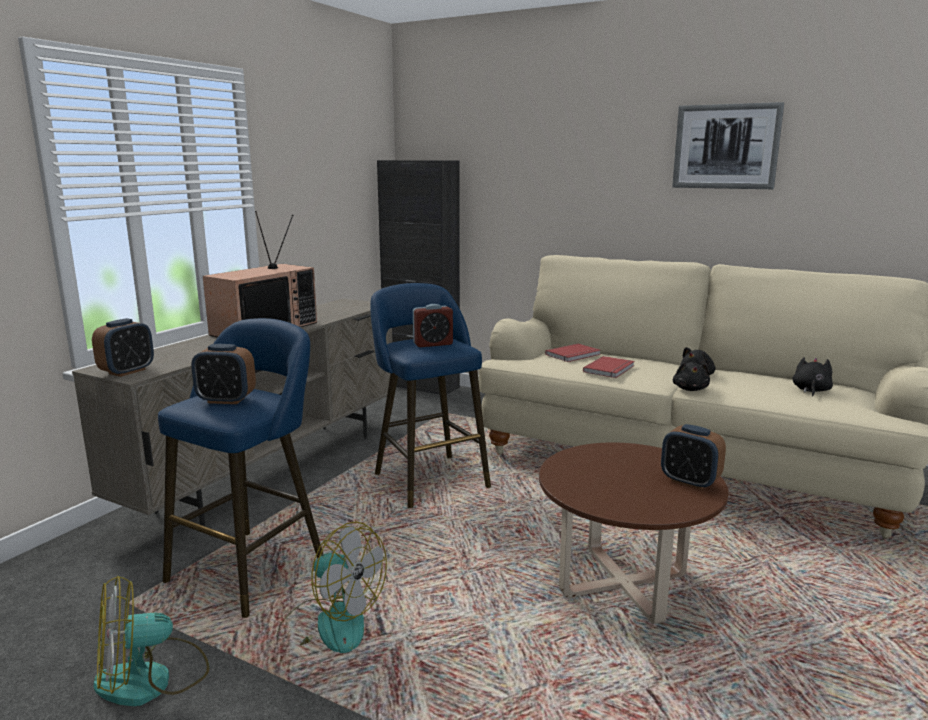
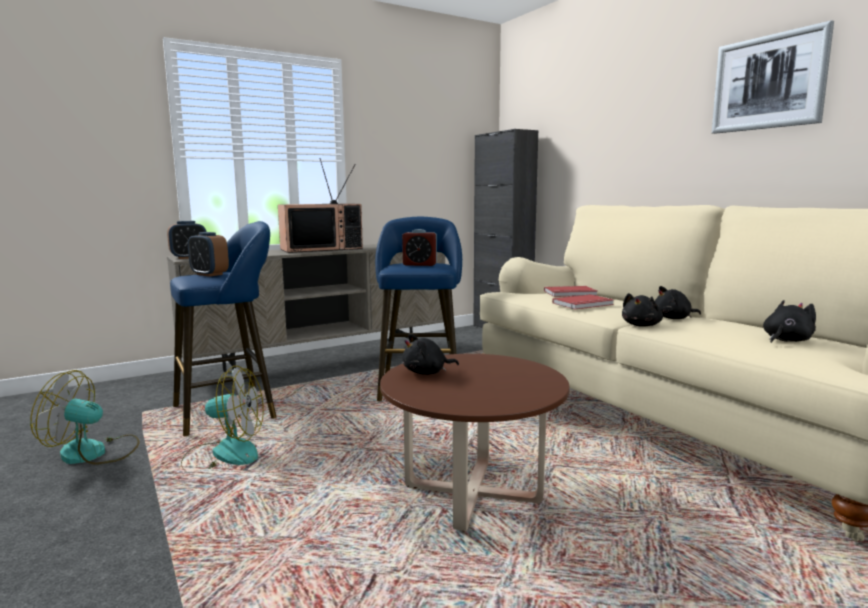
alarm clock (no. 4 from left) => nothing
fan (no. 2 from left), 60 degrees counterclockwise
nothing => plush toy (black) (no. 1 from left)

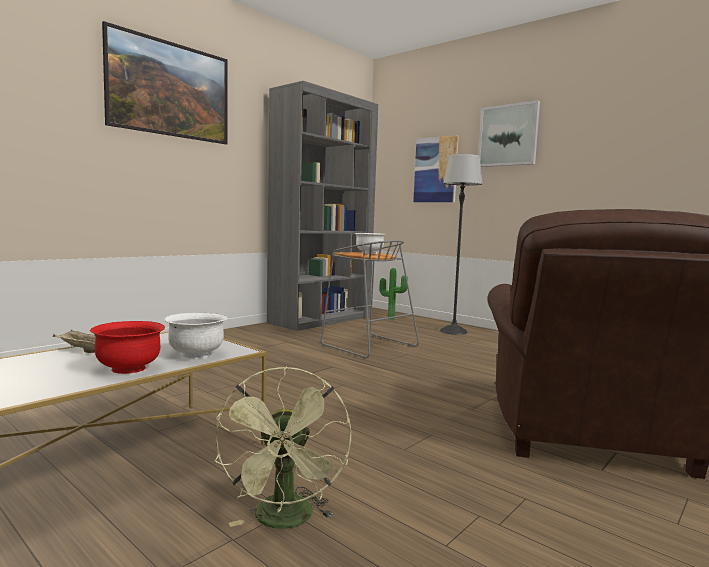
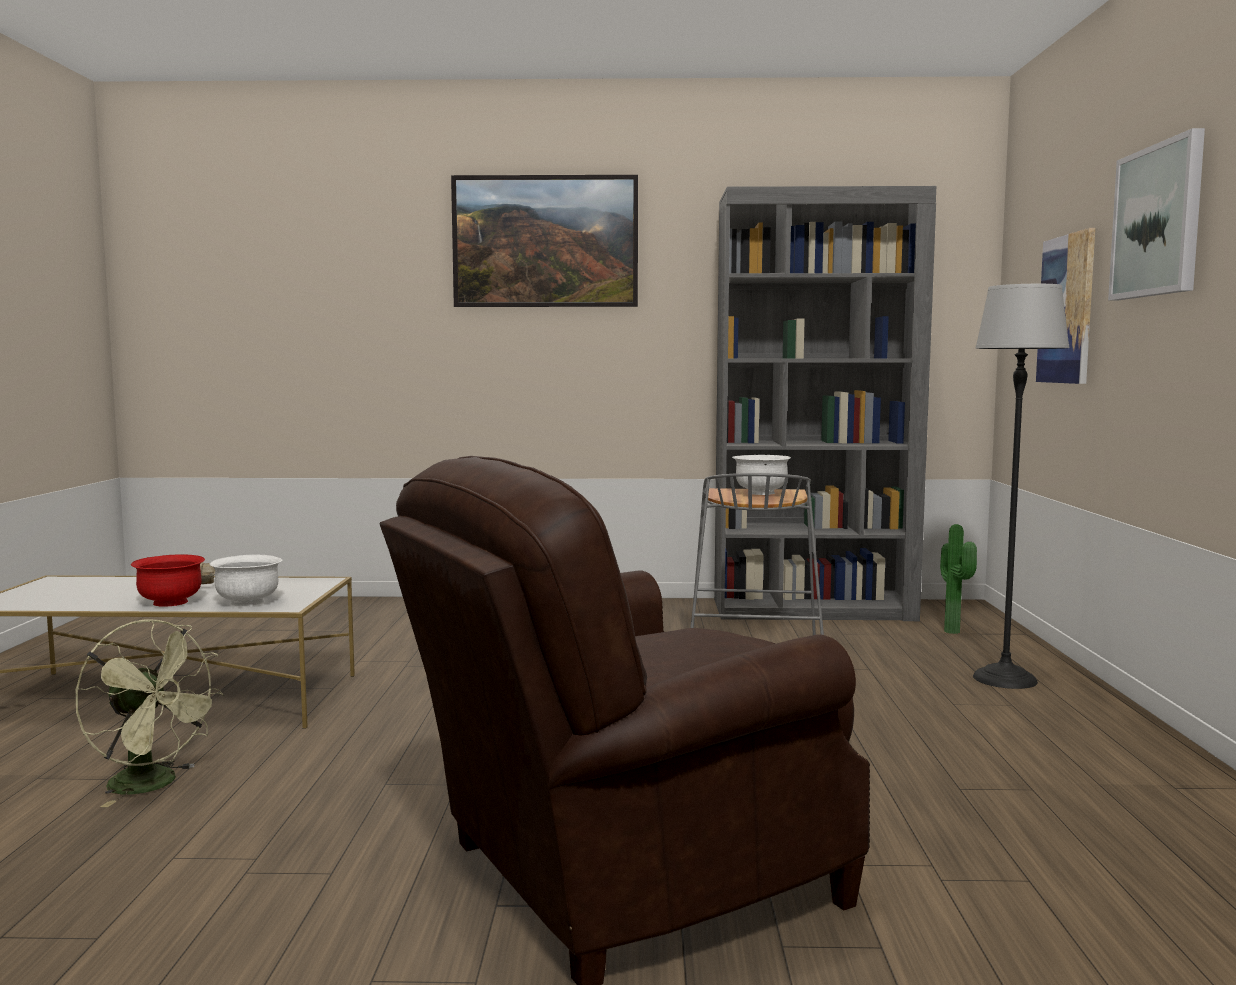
fan (green), 105 degrees counterclockwise

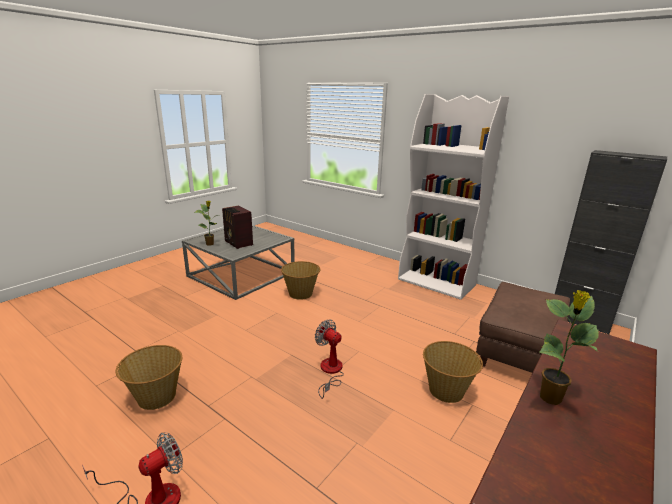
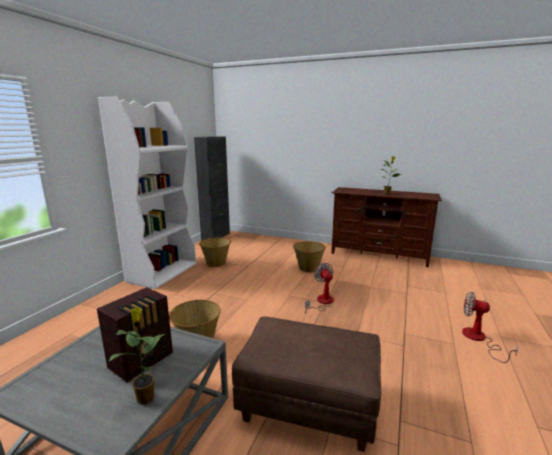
ottoman (brown), relocated
fan (no. 2 from left in the first image) => fan (no. 1 from left), 135 degrees clockwise
basket (no. 1 from left in the first image) => basket (no. 2 from left), relocated

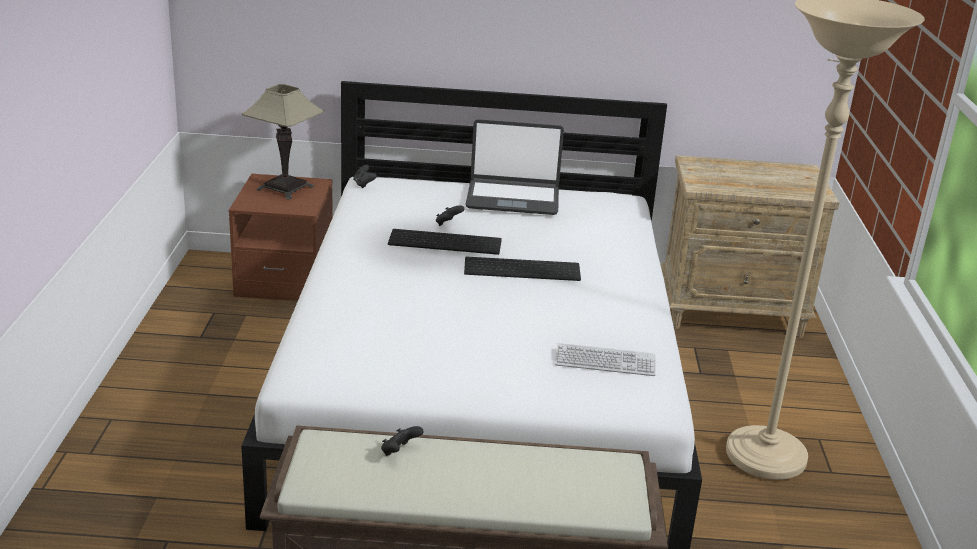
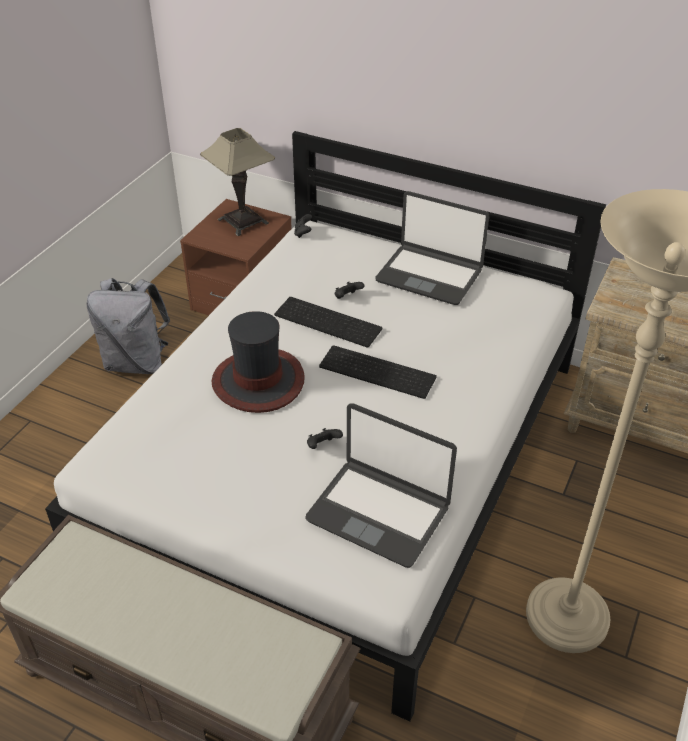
keyboard (no. 3 from left) => laptop (no. 1 from left)
game controller (black) (no. 2 from left), relocated
nothing => backpack (grey)
nothing => hat

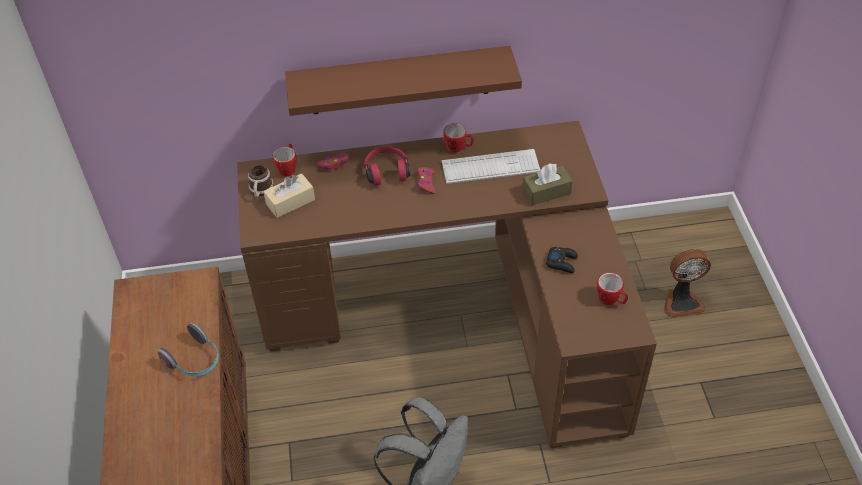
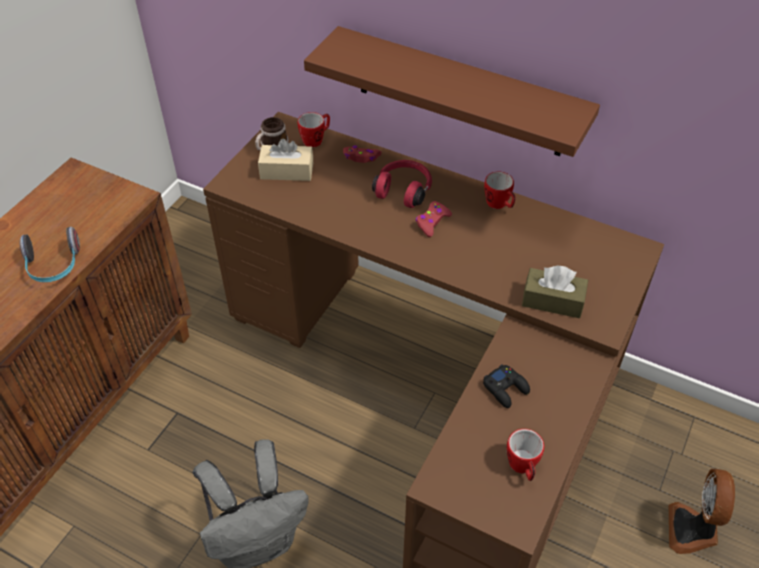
keyboard => nothing
fan, 75 degrees clockwise

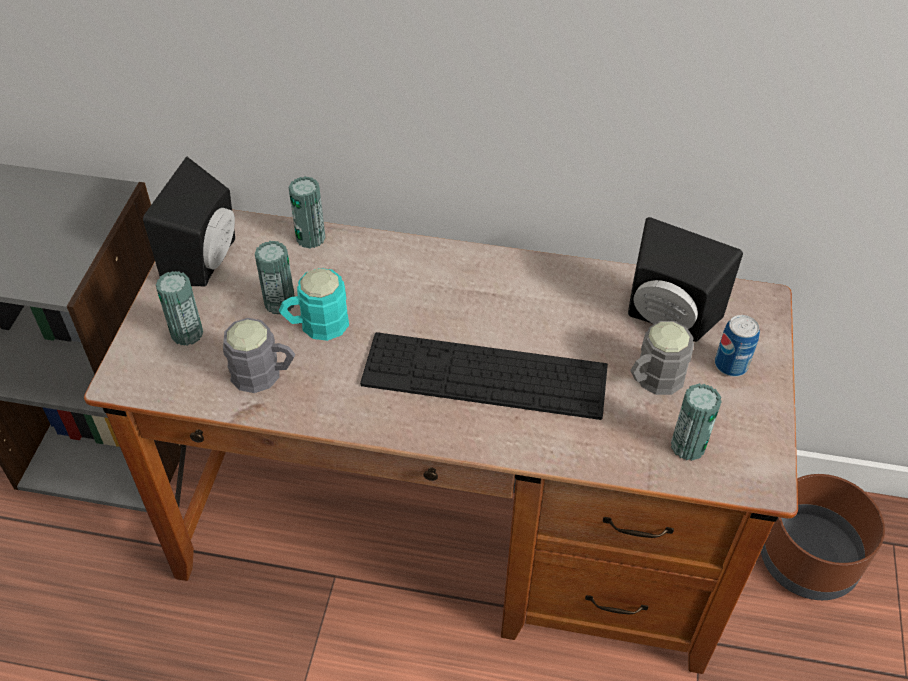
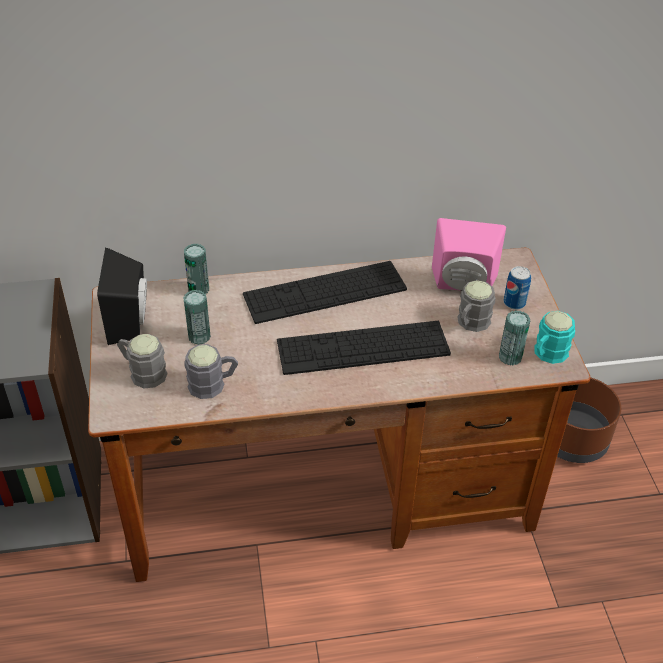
speaker (black) (no. 2 from left) => speaker (pink)
mug (turquoise), relocated
can (no. 1 from left) => mug (grey) (no. 1 from left)
nothing => keyboard (no. 1 from left)

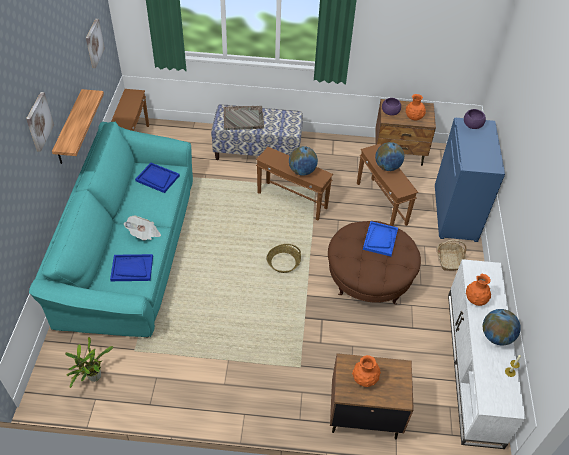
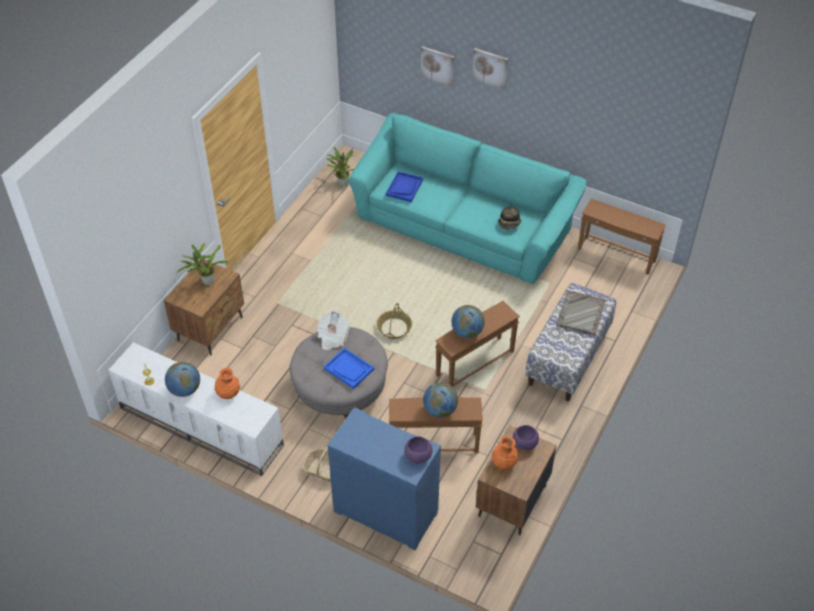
picture (no. 2 from left in the first image) => picture (no. 1 from left), relocated
shelf => nothing
tray (blue) (no. 2 from left) => hat
newspaper, relocated
ottoman (brown) => ottoman (grey)
vase (orange) (no. 1 from left) => potted plant (no. 1 from left)

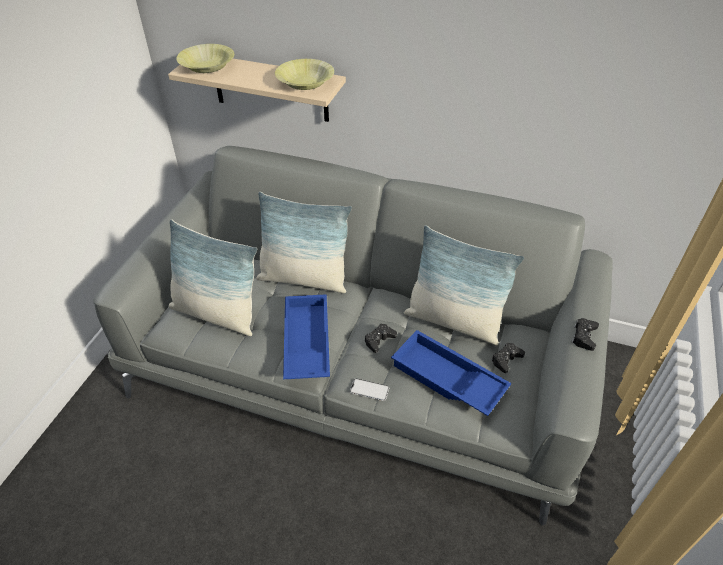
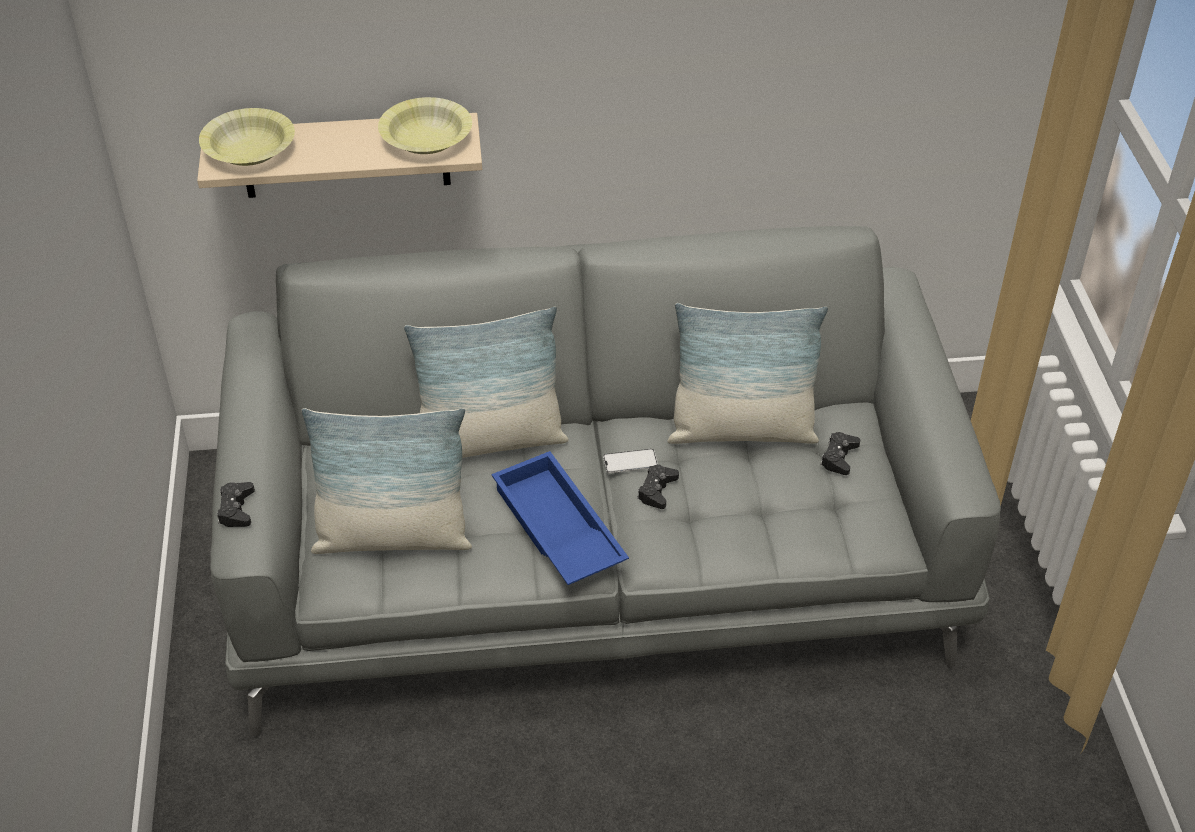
game controller (black) (no. 3 from left in the first image) => game controller (black) (no. 1 from left), relocated
tray (blue) (no. 2 from left) => nothing
phone, relocated

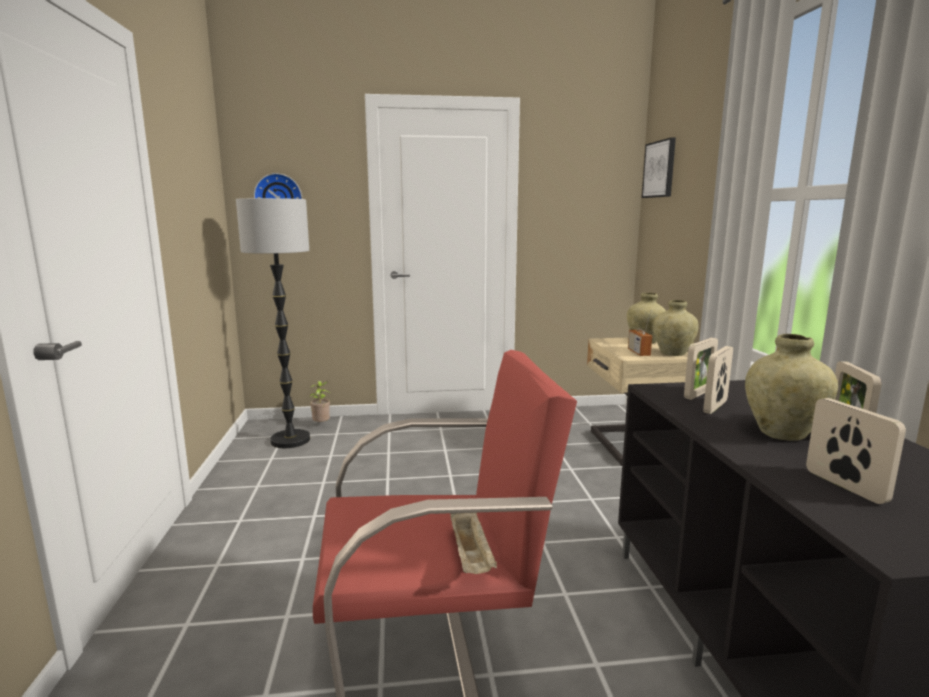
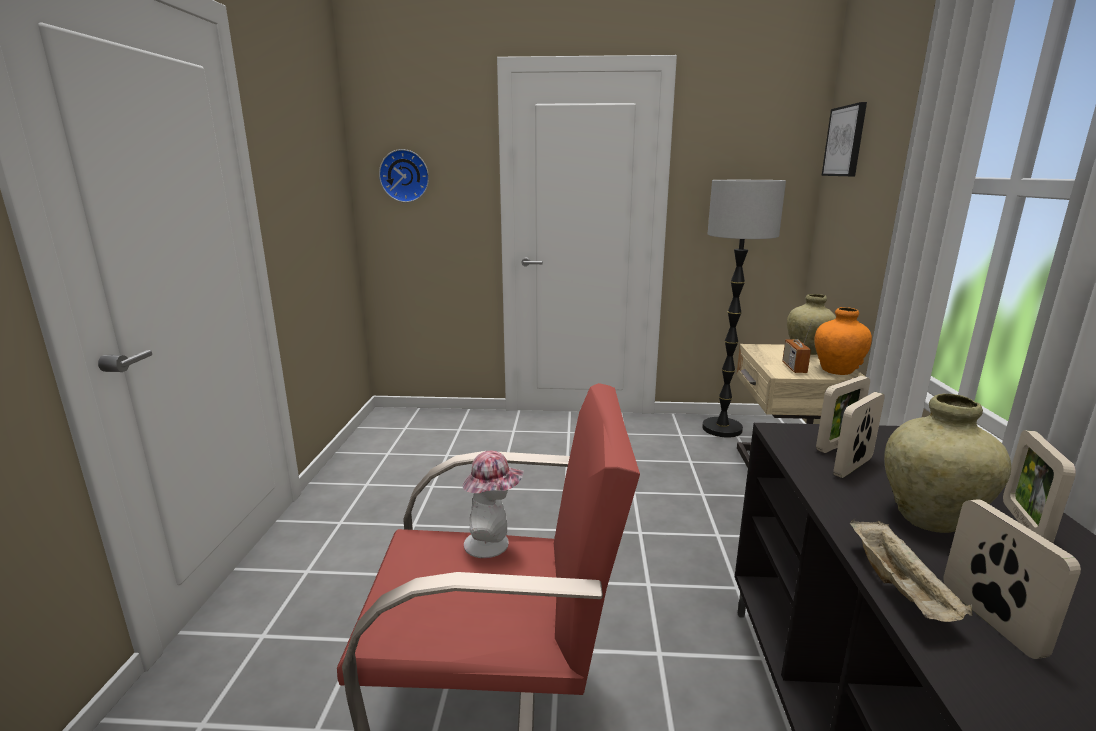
floor lamp, relocated
vase (beige) (no. 2 from left) => vase (orange)
potted plant => nothing
tray (beige), relocated
nothing => hat

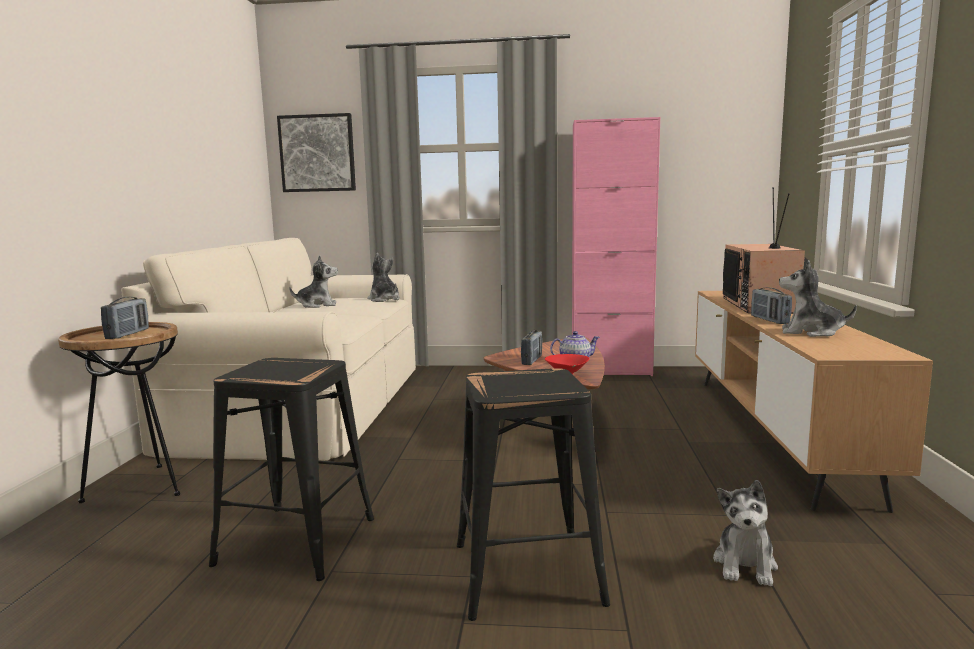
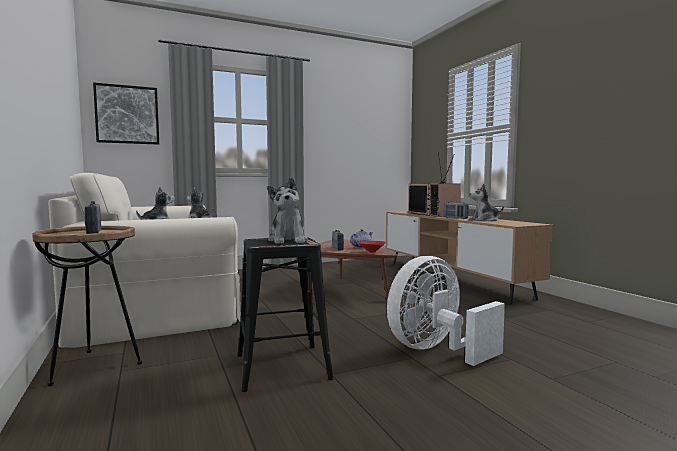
cabinet (pink) => nothing
stool (black) (no. 2 from left) => fan (white)
plush toy (no. 3 from left), relocated

